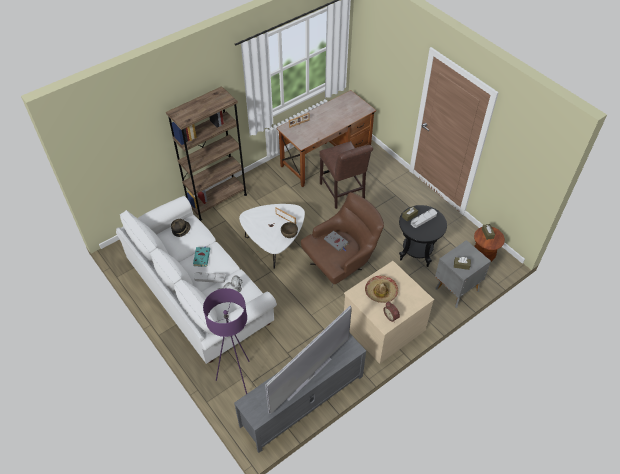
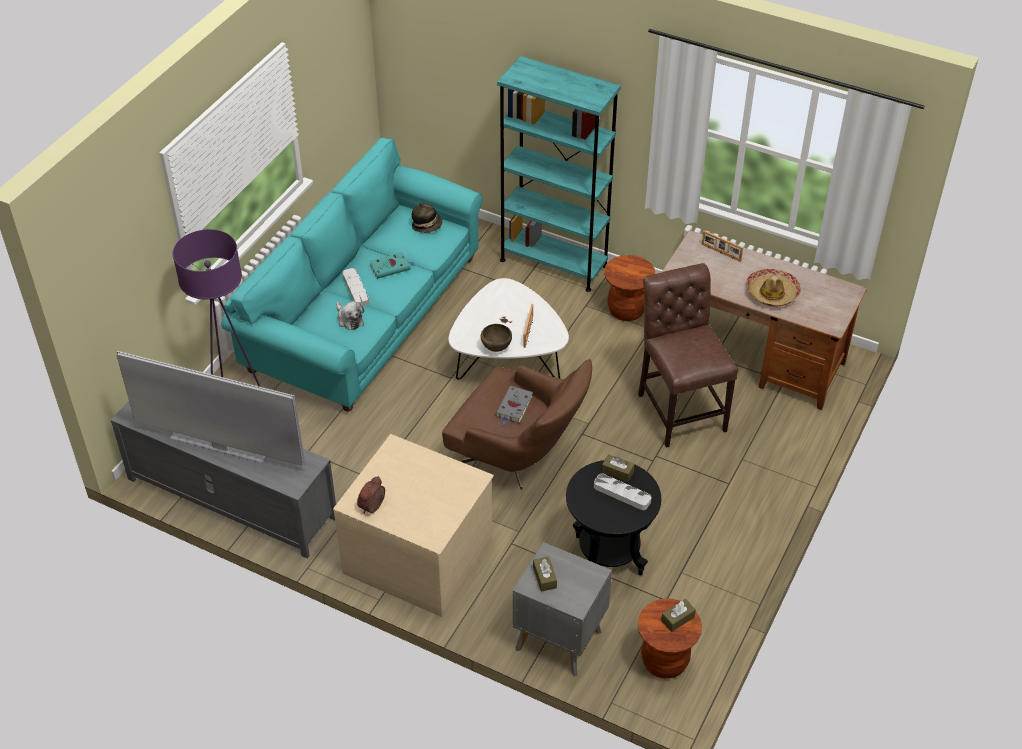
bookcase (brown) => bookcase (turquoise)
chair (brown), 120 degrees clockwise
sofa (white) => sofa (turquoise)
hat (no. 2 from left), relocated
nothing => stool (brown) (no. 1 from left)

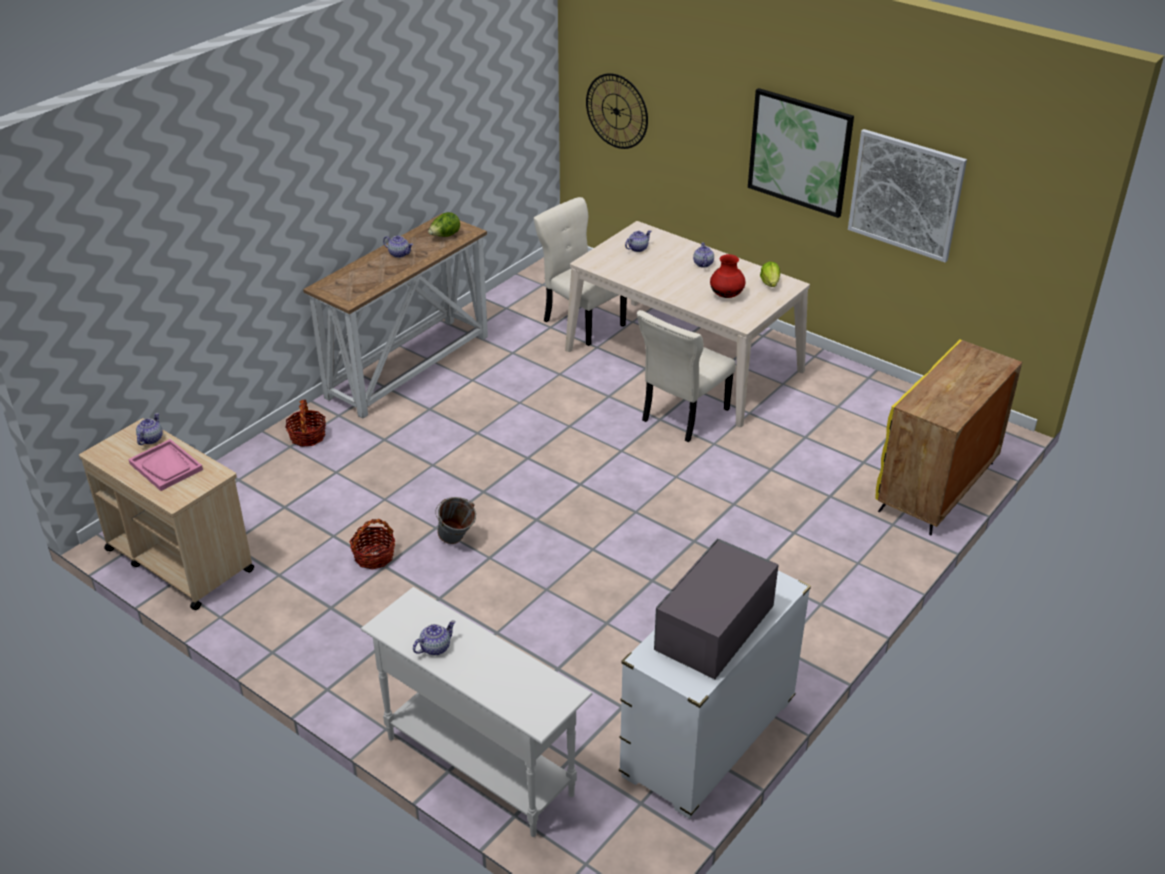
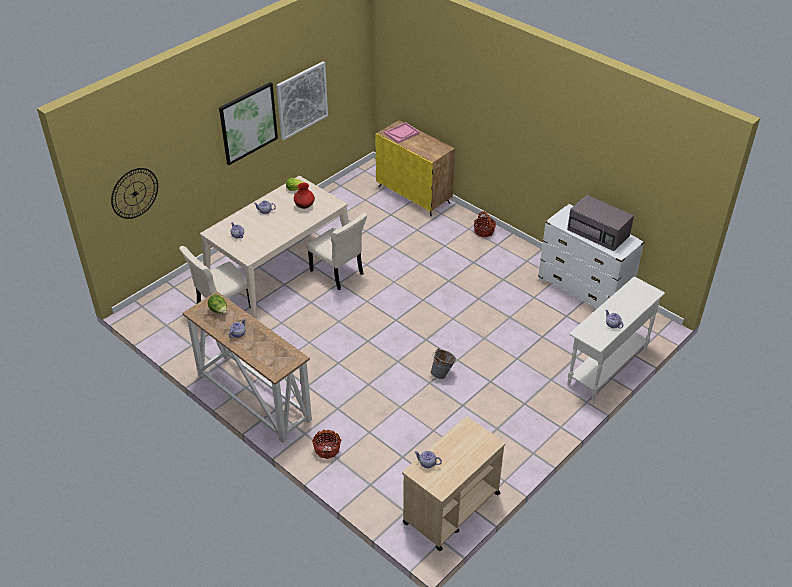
tray (pink), relocated
basket (no. 2 from left), relocated

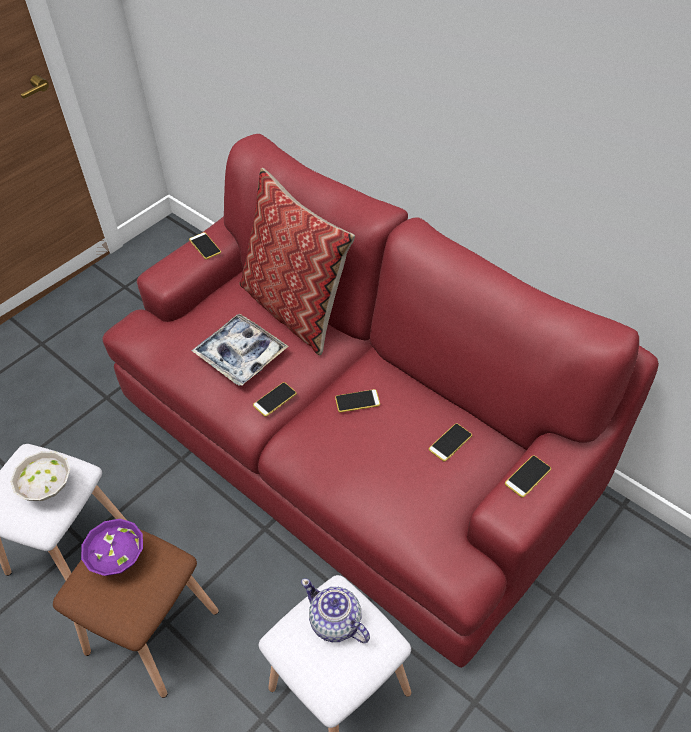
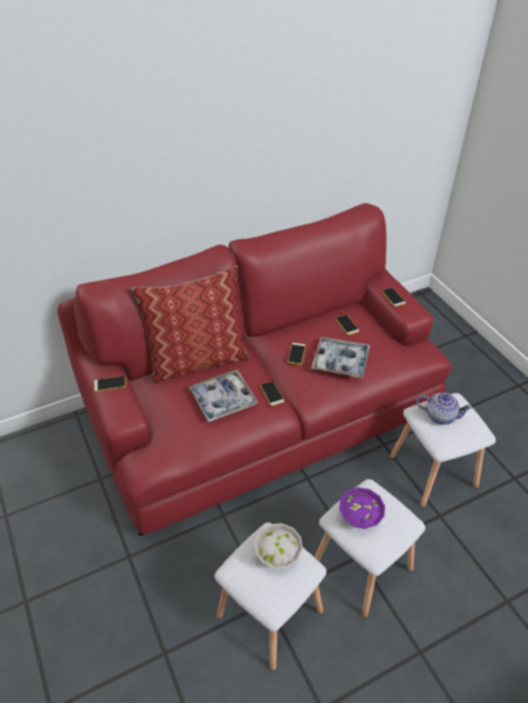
stool (brown) => stool (white) (no. 2 from left)
teapot, 135 degrees counterclockwise
nothing => tray (no. 2 from left)

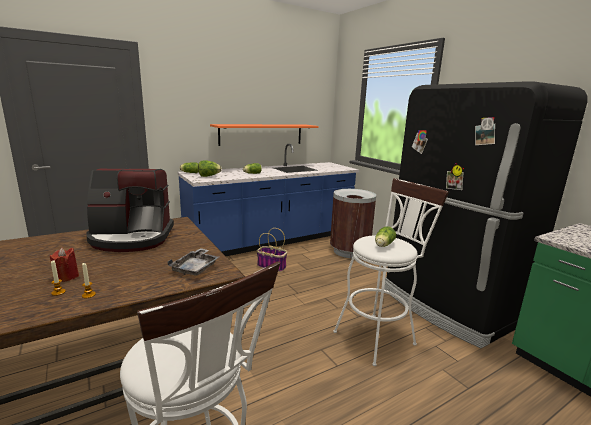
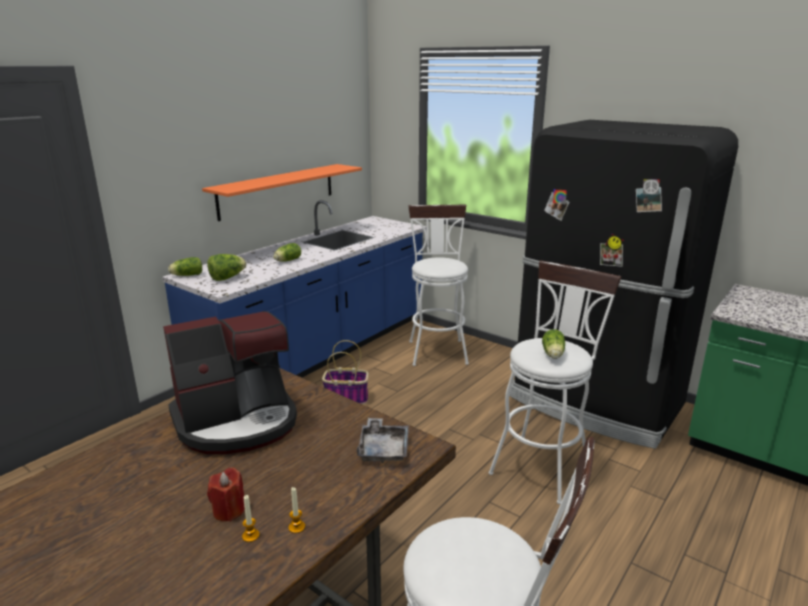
trash can (brown) => stool (white) (no. 1 from left)

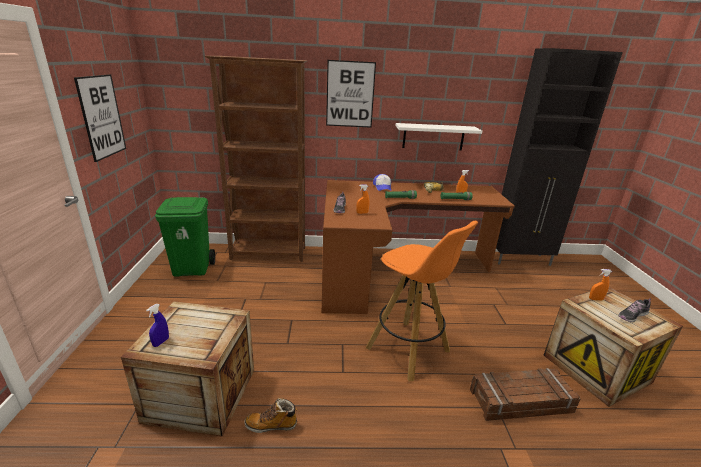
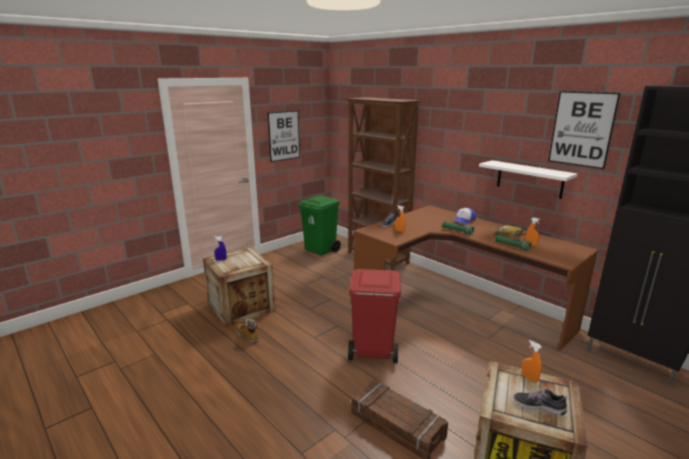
picture (no. 2 from left), relocated
stool (orange) => trash can (red)

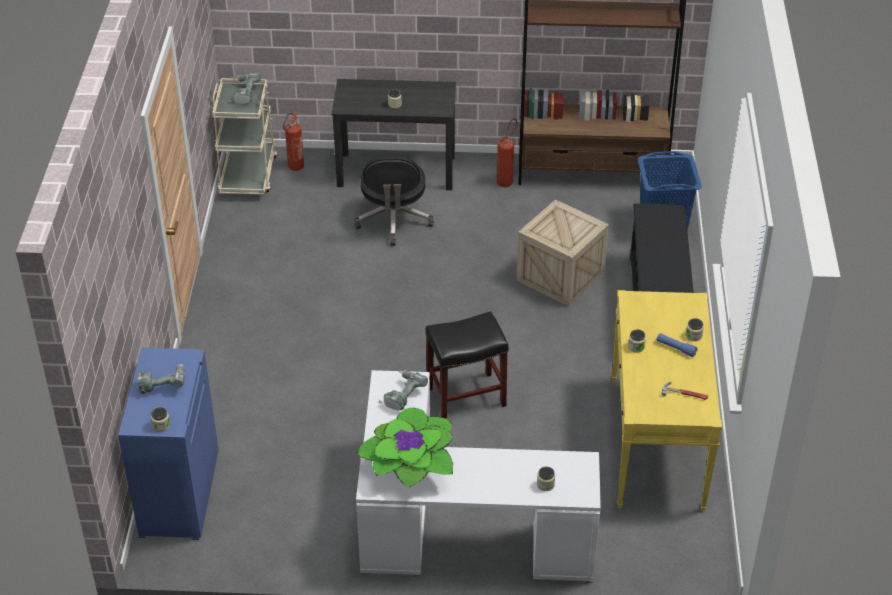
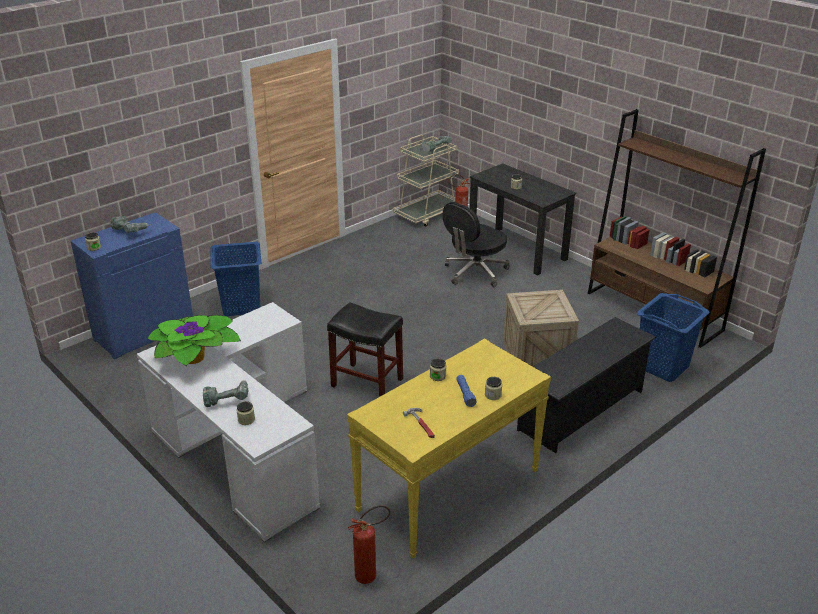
fire extinguisher (no. 2 from left in the first image) => fire extinguisher (no. 1 from left), relocated
power drill (no. 3 from left in the first image) => power drill (no. 2 from left), relocated
nothing => laundry basket (blue) (no. 1 from left)

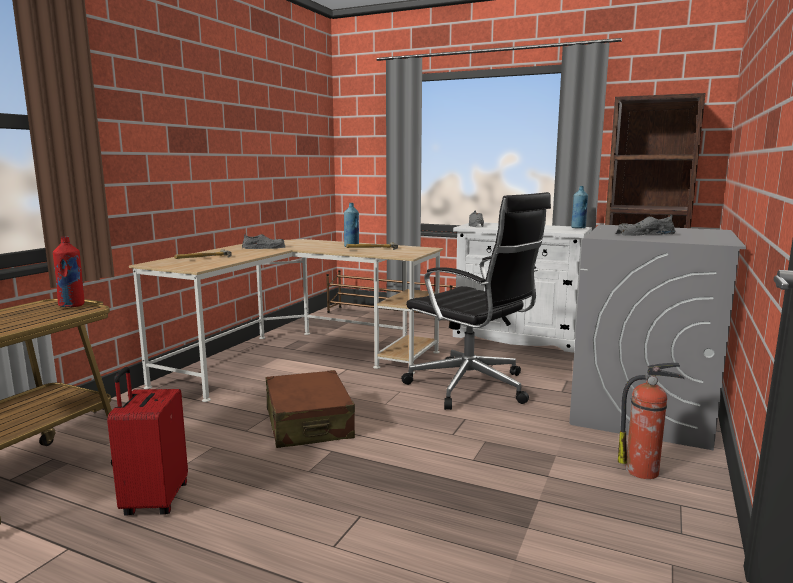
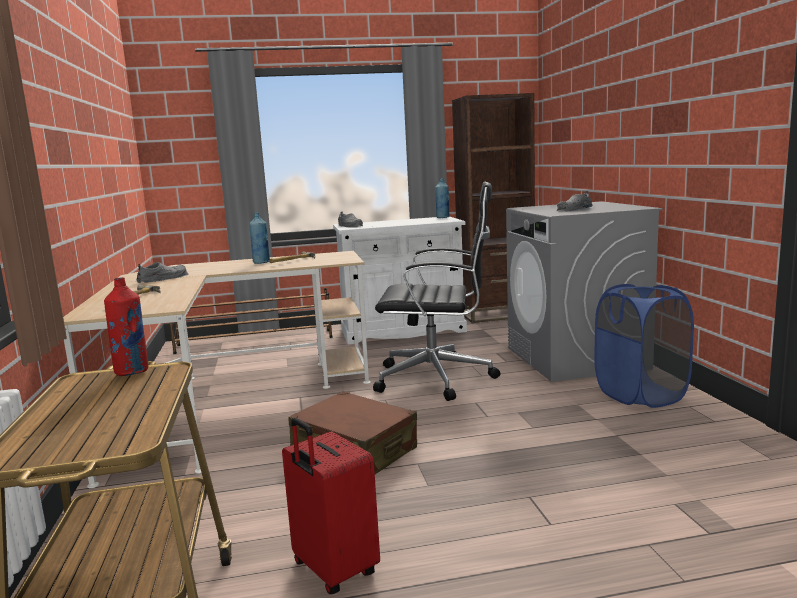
fire extinguisher => laundry basket (blue)

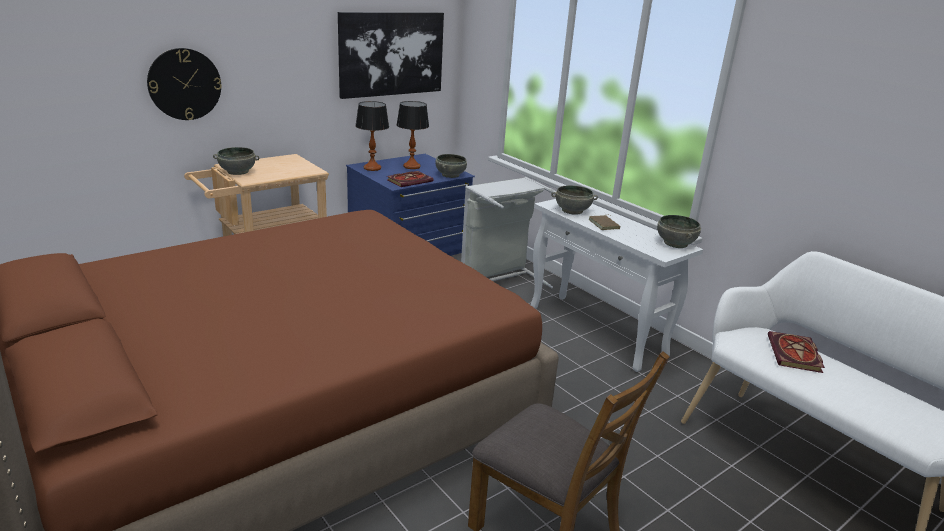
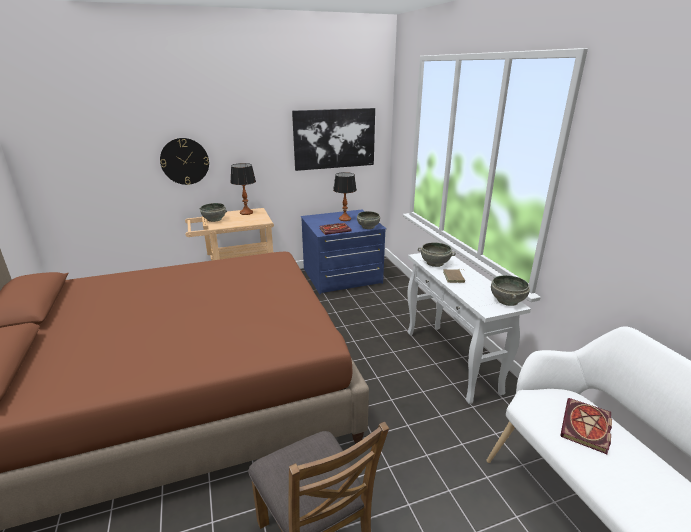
table lamp (no. 1 from left), relocated
laundry basket (grey) => nothing

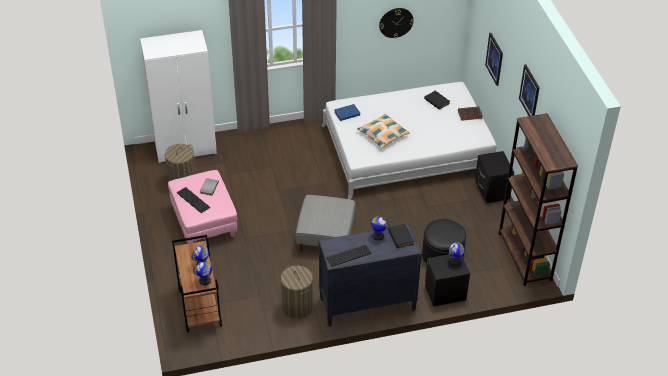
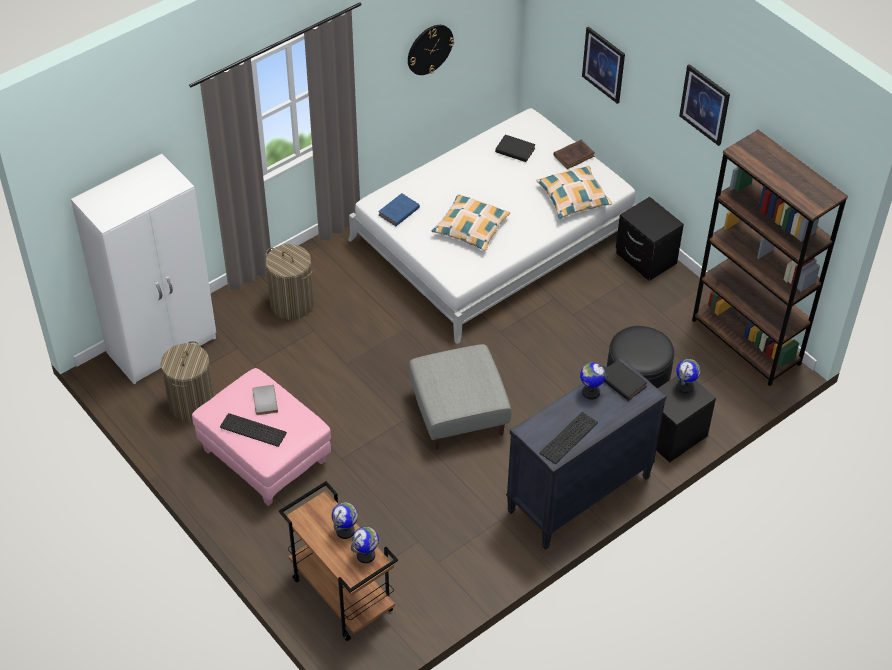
laundry basket (no. 2 from left), relocated
nothing => pillow (no. 2 from left)

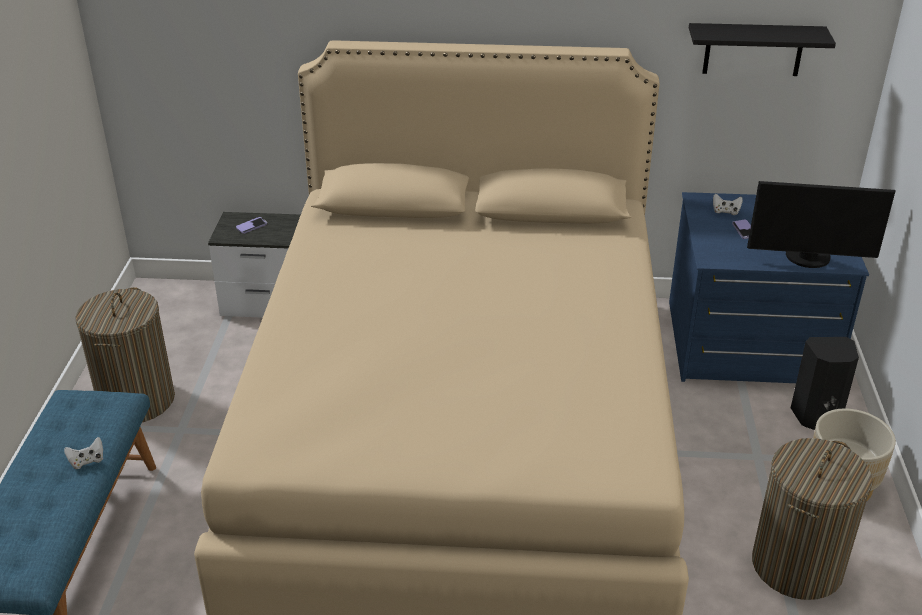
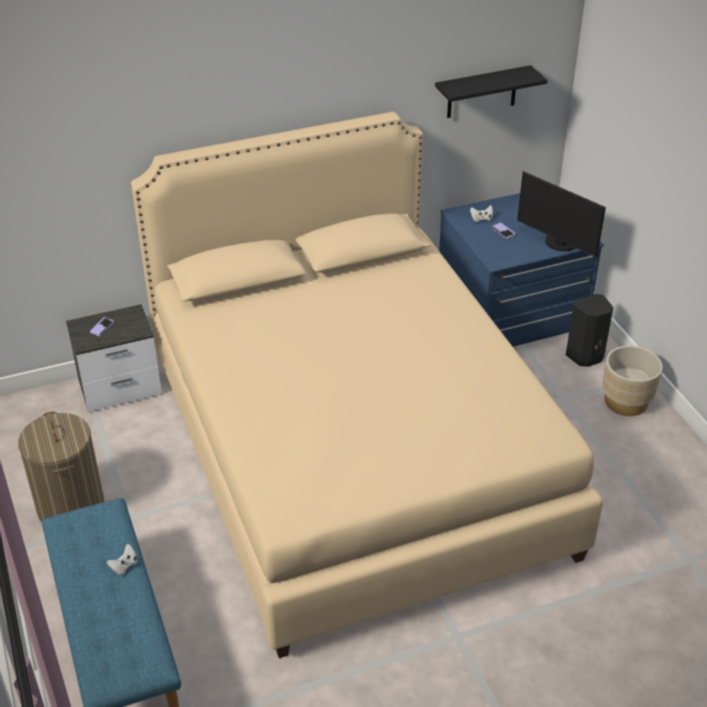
monitor, 60 degrees clockwise
laundry basket (no. 2 from left) => nothing

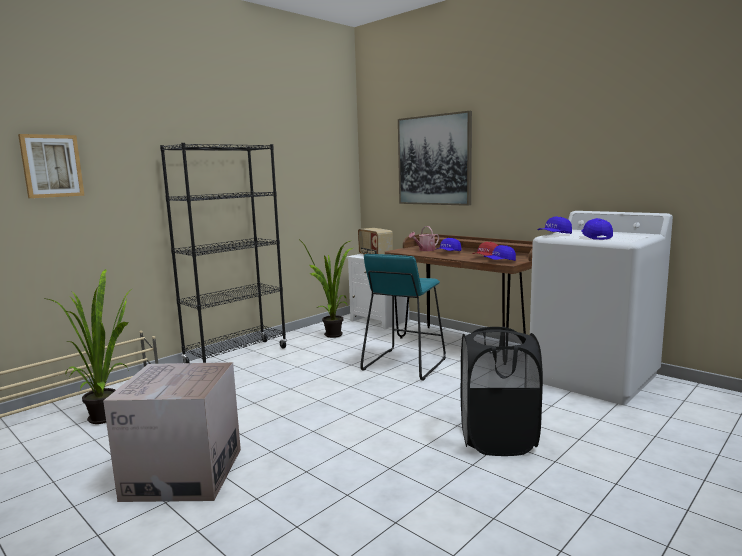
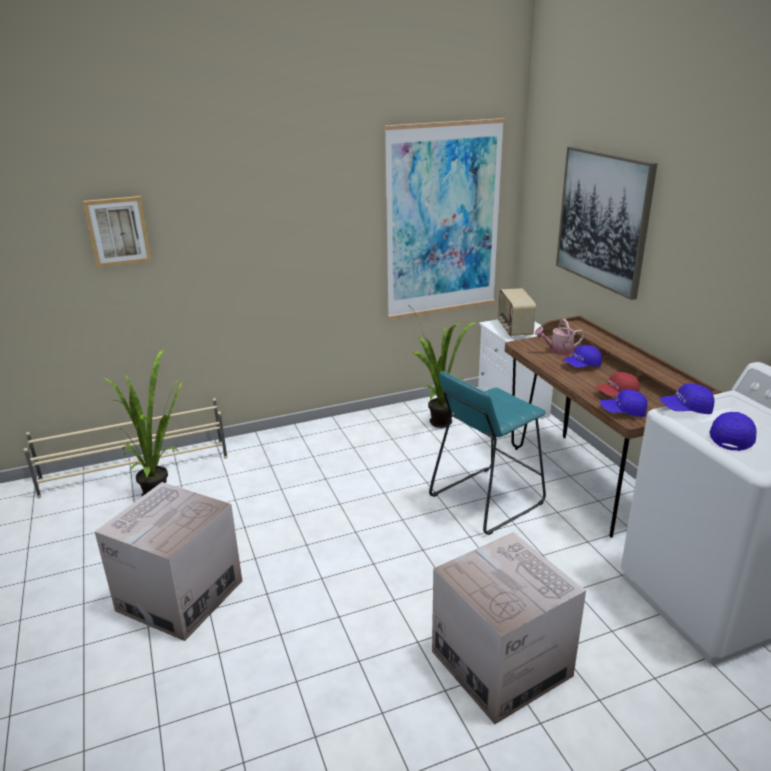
bookcase (black) => nothing
laundry basket (black) => cardboard box (no. 2 from left)
nothing => picture (no. 2 from left)

